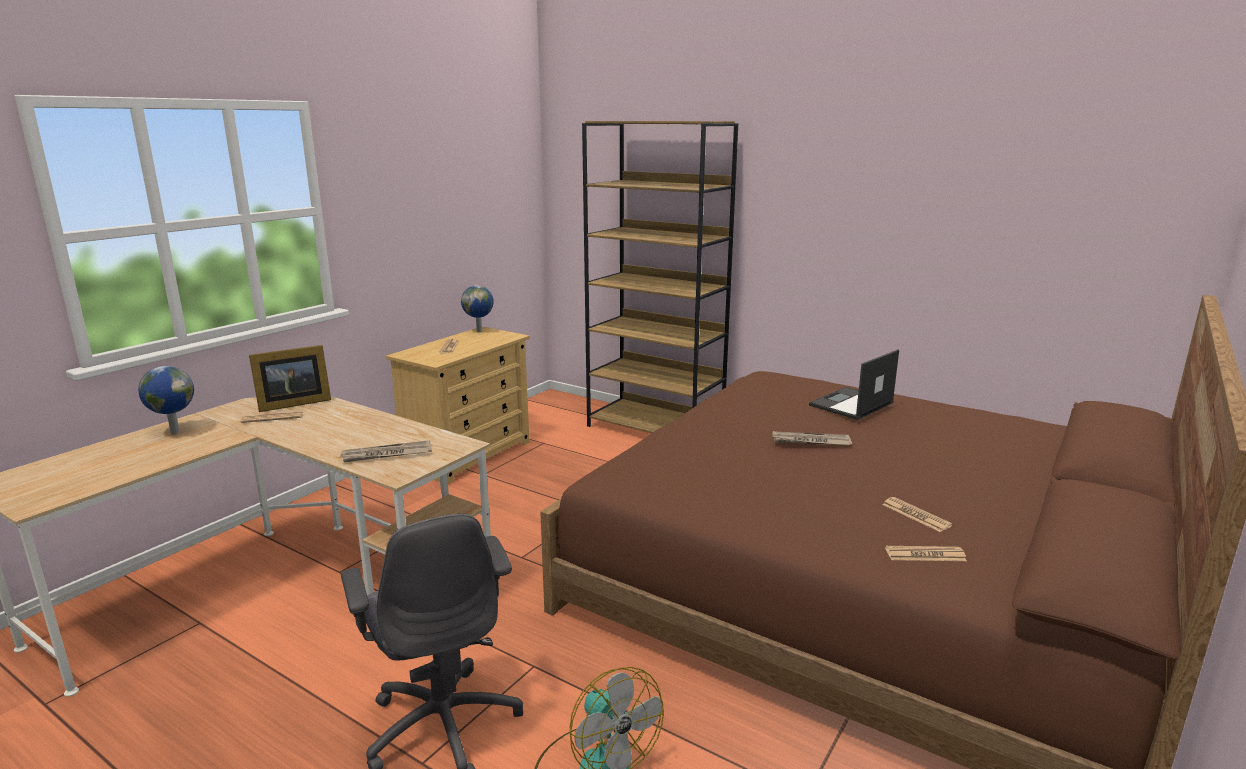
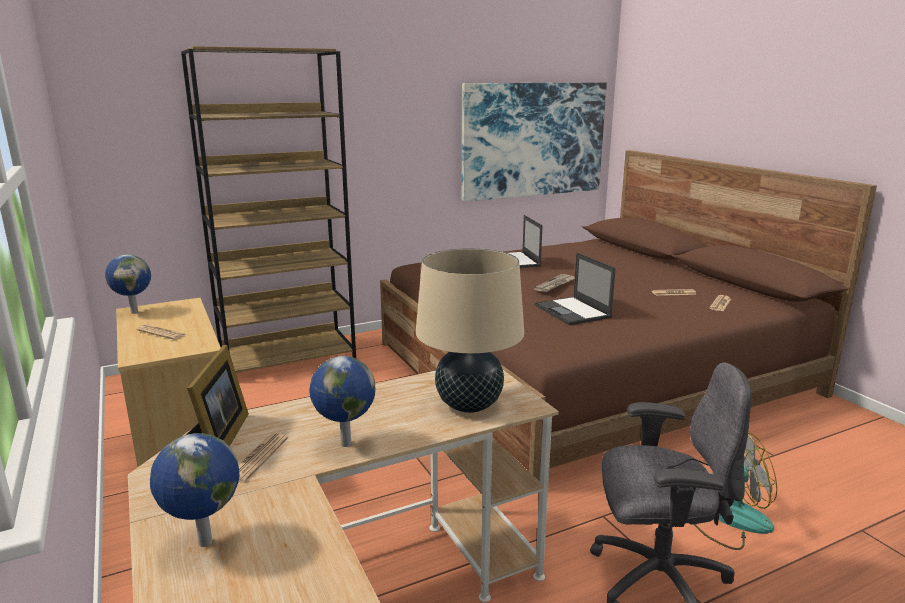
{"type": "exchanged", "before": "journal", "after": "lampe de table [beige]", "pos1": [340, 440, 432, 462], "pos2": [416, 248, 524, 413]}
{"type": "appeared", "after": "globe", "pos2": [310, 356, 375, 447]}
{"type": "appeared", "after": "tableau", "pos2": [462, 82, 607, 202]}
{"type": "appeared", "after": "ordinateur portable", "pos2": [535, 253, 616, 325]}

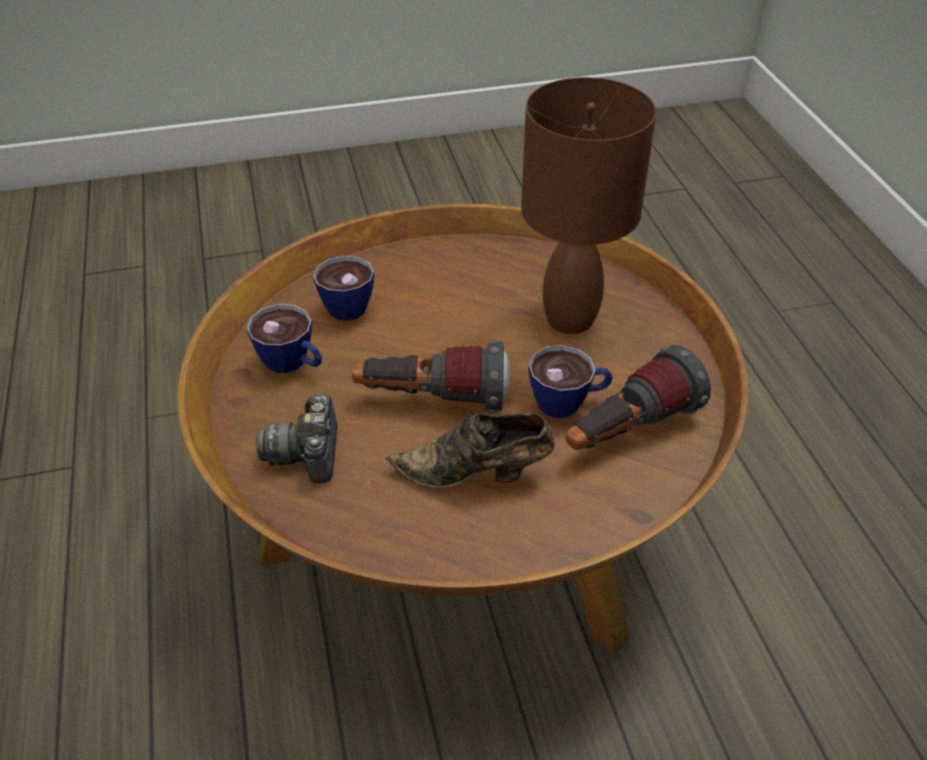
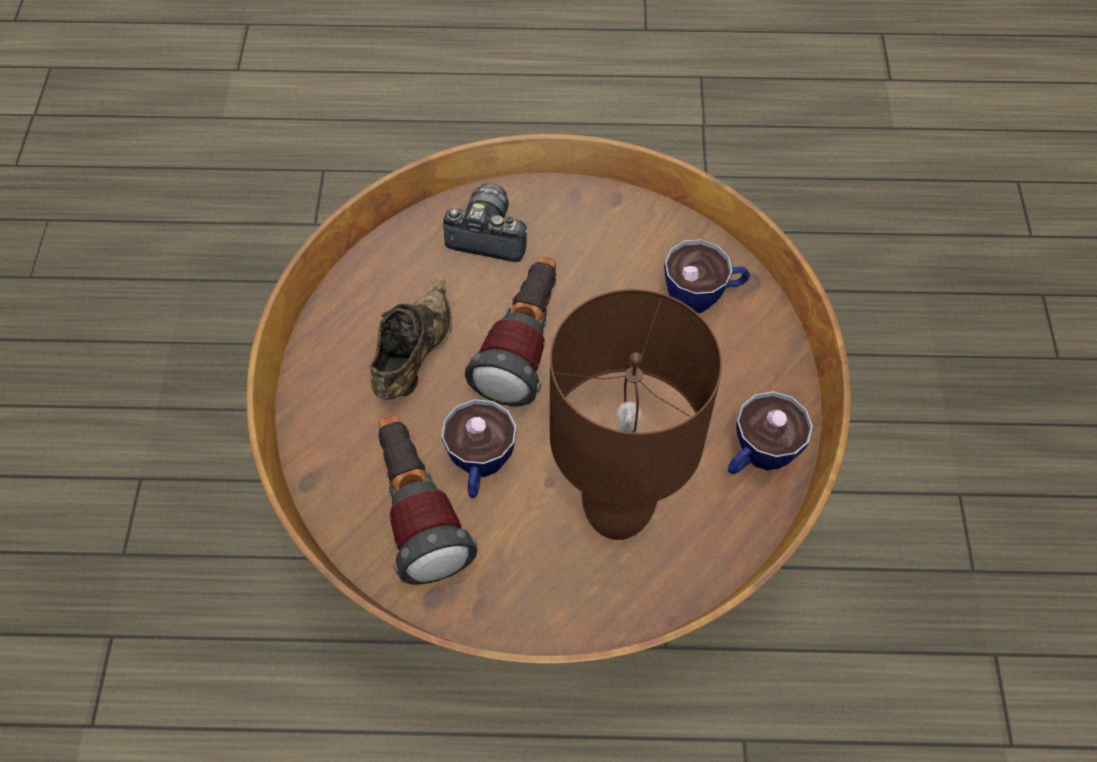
{"type": "relocated", "before": "tasse", "pos1": [247, 304, 322, 373], "pos2": [728, 391, 813, 474]}

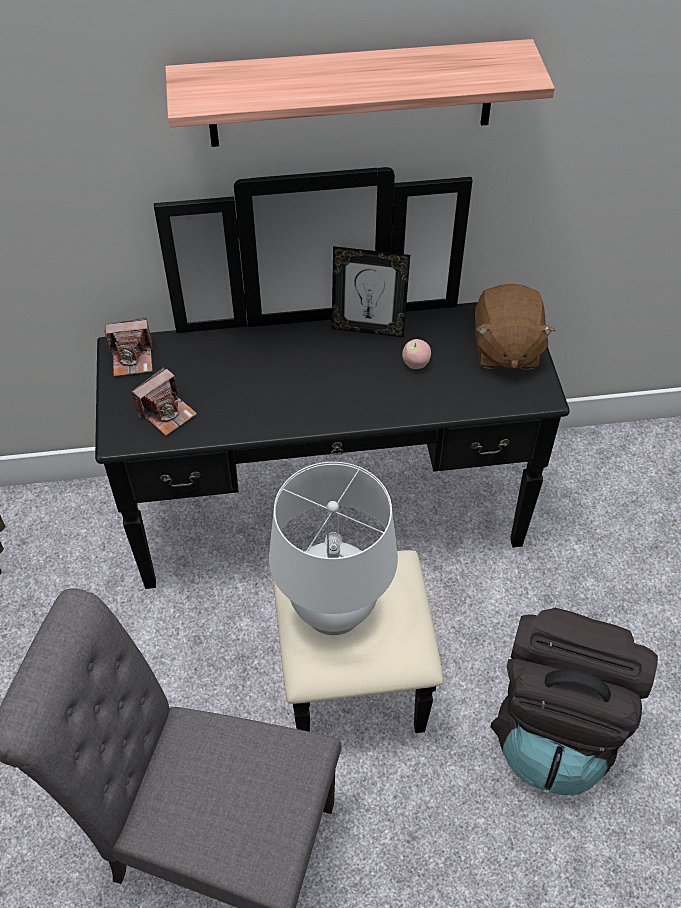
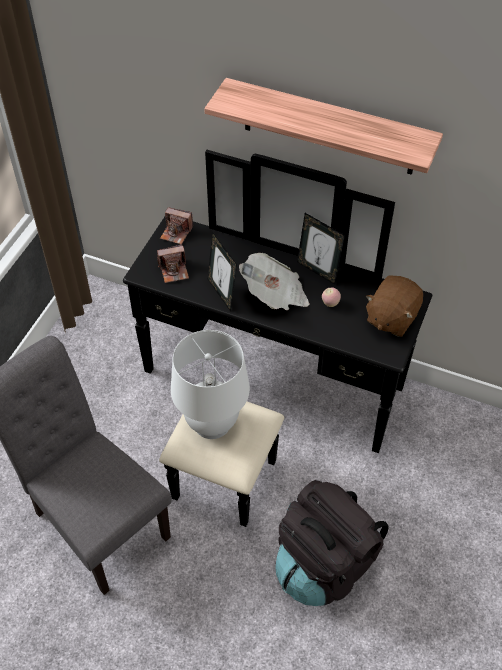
{"type": "appeared", "after": "cadre photo", "pos2": [208, 231, 237, 312]}
{"type": "appeared", "after": "journal", "pos2": [239, 253, 310, 310]}

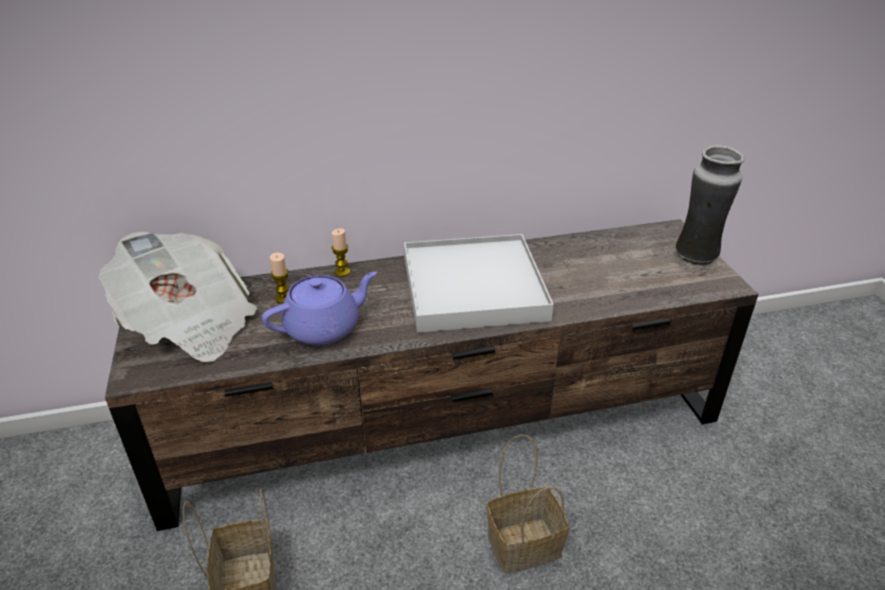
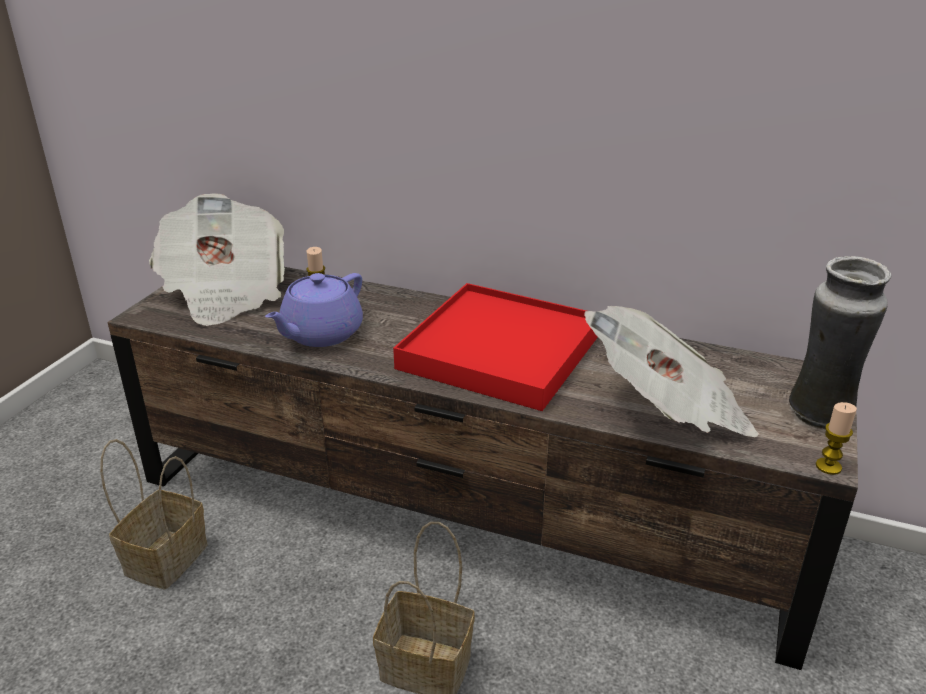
{"type": "spun", "before": "théière [violet]", "pos1": [262, 271, 377, 345], "pos2": [265, 273, 363, 347], "turn": 120}
{"type": "relocated", "before": "bougie", "pos1": [332, 228, 350, 277], "pos2": [816, 402, 857, 475]}
{"type": "colour", "before": "plateau [blanc]", "after": "plateau [rouge]", "pos1": [404, 234, 554, 333], "pos2": [393, 283, 598, 411]}
{"type": "appeared", "after": "journal", "pos2": [584, 306, 759, 437]}

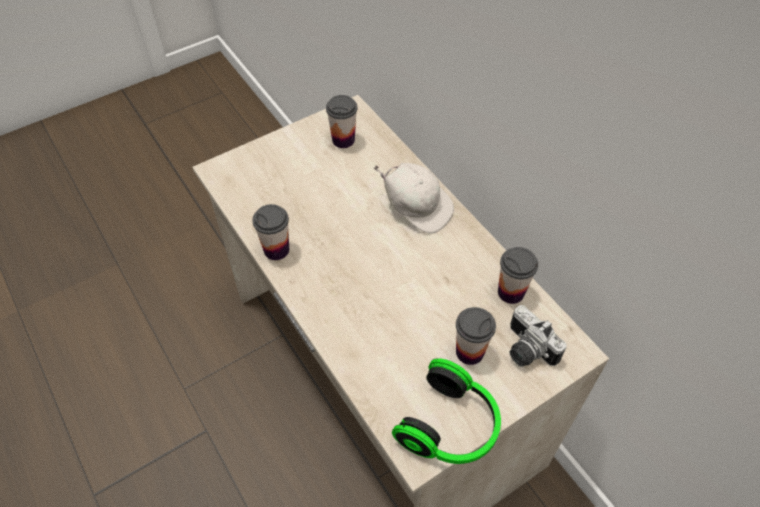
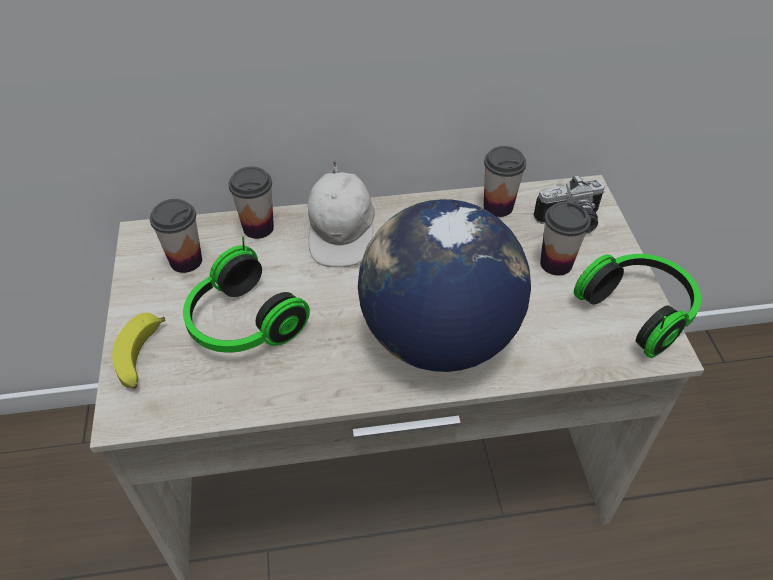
{"type": "relocated", "before": "tasse", "pos1": [252, 204, 289, 260], "pos2": [229, 167, 274, 239]}
{"type": "spun", "before": "casquette [blanc]", "pos1": [373, 163, 454, 233], "pos2": [308, 159, 375, 268], "turn": 120}
{"type": "appeared", "after": "banane", "pos2": [112, 313, 165, 389]}
{"type": "appeared", "after": "casque audio", "pos2": [183, 236, 310, 353]}
{"type": "appeared", "after": "globe", "pos2": [358, 199, 531, 372]}

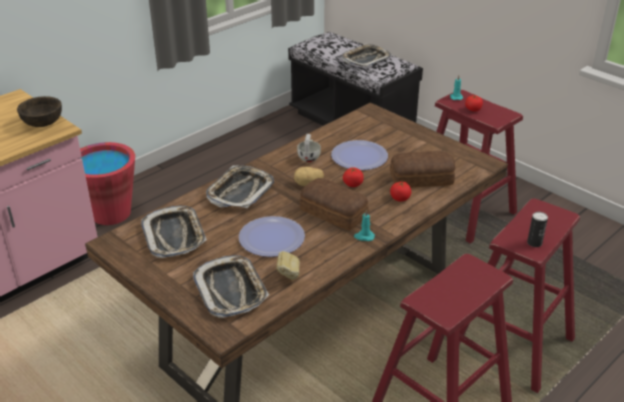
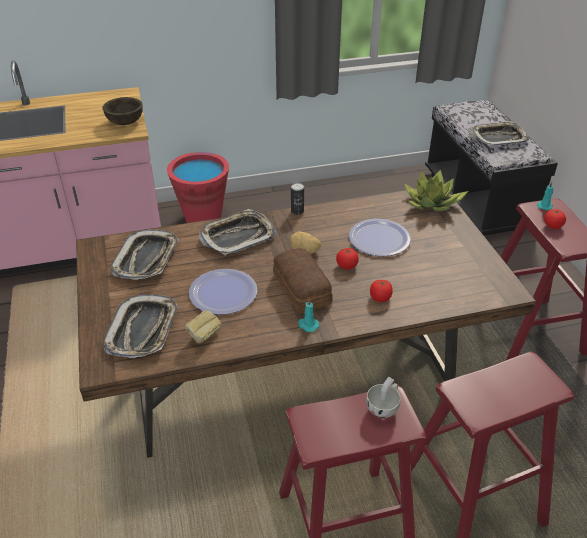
{"type": "relocated", "before": "tasse [blanc]", "pos1": [297, 134, 321, 162], "pos2": [366, 377, 401, 418]}
{"type": "missing", "before": "pain", "pos1": [390, 151, 455, 188]}
{"type": "relocated", "before": "boîte métallique", "pos1": [527, 212, 548, 247], "pos2": [291, 183, 304, 215]}
{"type": "appeared", "after": "plante en pot", "pos2": [404, 169, 468, 211]}

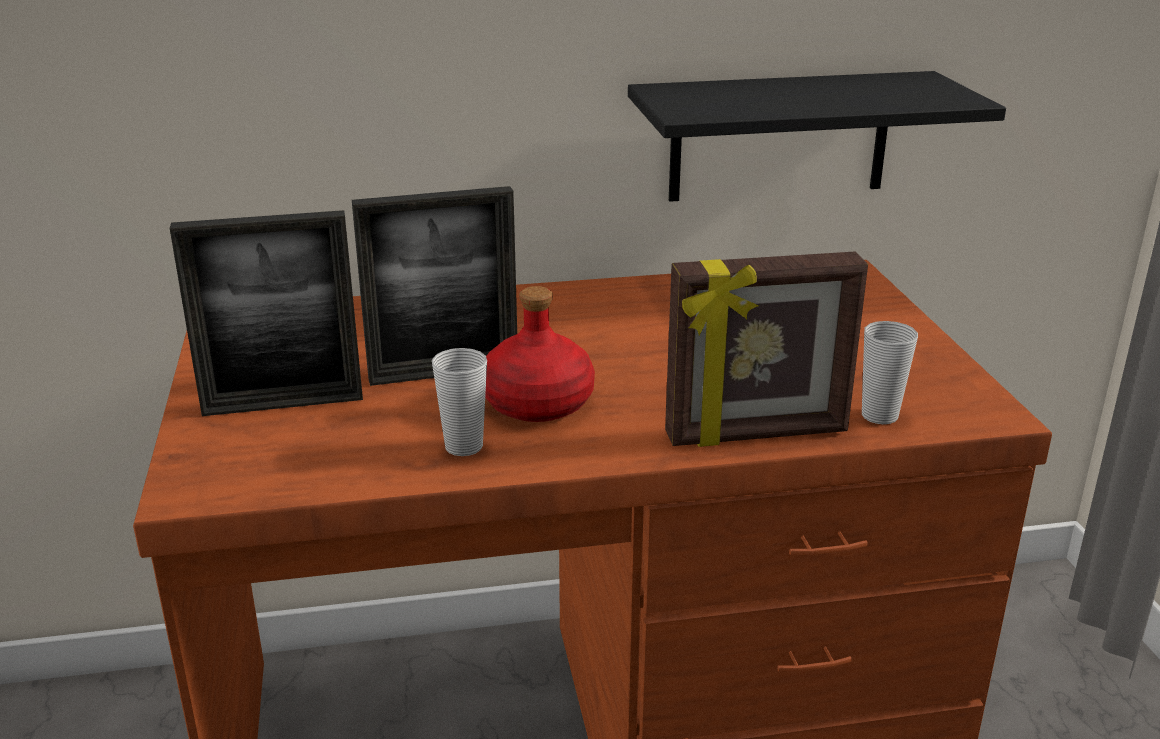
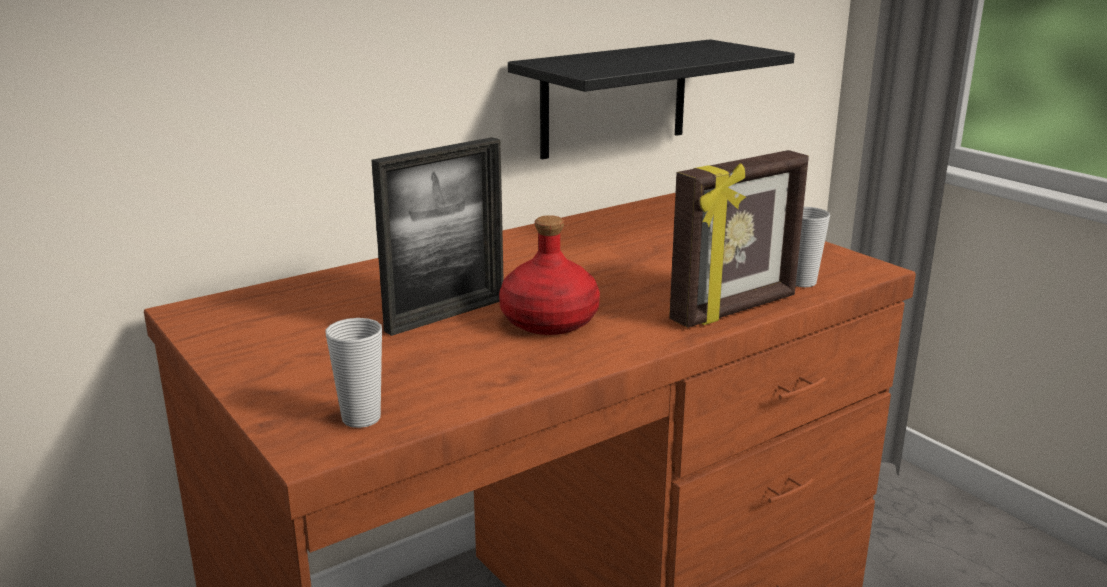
{"type": "missing", "before": "cadre photo", "pos1": [170, 210, 363, 416]}
{"type": "relocated", "before": "tasse", "pos1": [432, 348, 487, 456], "pos2": [326, 318, 382, 428]}

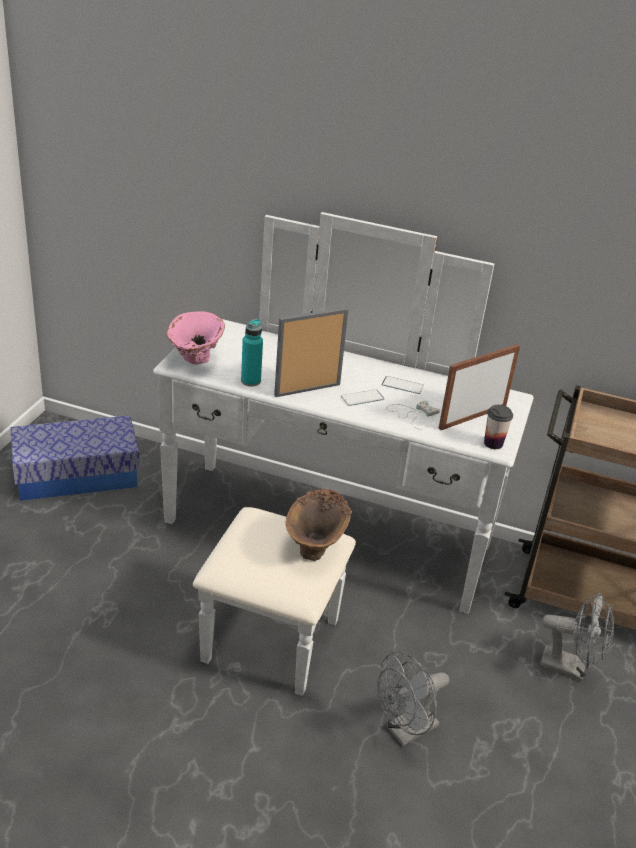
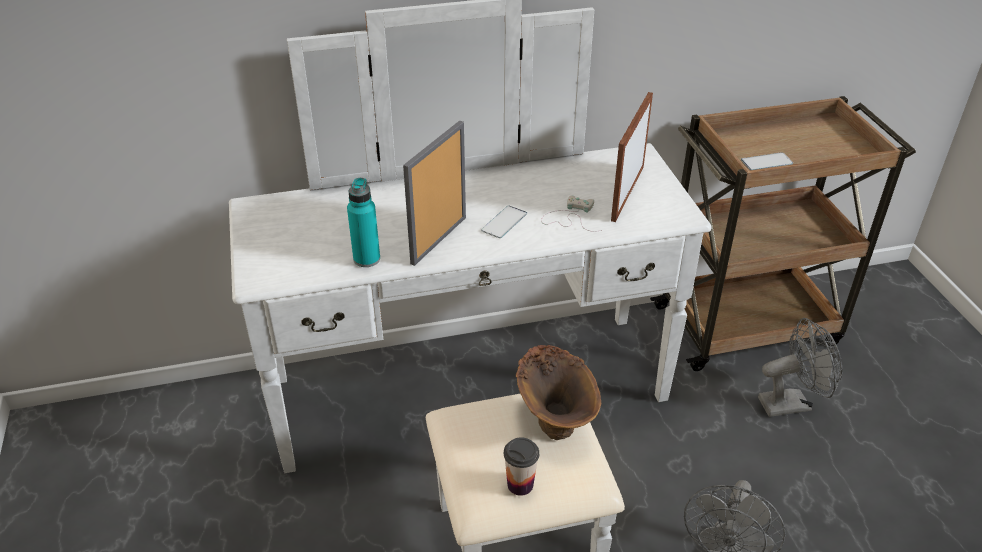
{"type": "missing", "before": "boîte de rangement", "pos1": [10, 415, 140, 501]}
{"type": "missing", "before": "vase [rose]", "pos1": [166, 311, 225, 365]}
{"type": "relocated", "before": "téléphone", "pos1": [382, 376, 424, 394], "pos2": [741, 152, 793, 170]}
{"type": "relocated", "before": "tasse", "pos1": [484, 405, 513, 449], "pos2": [504, 437, 539, 496]}

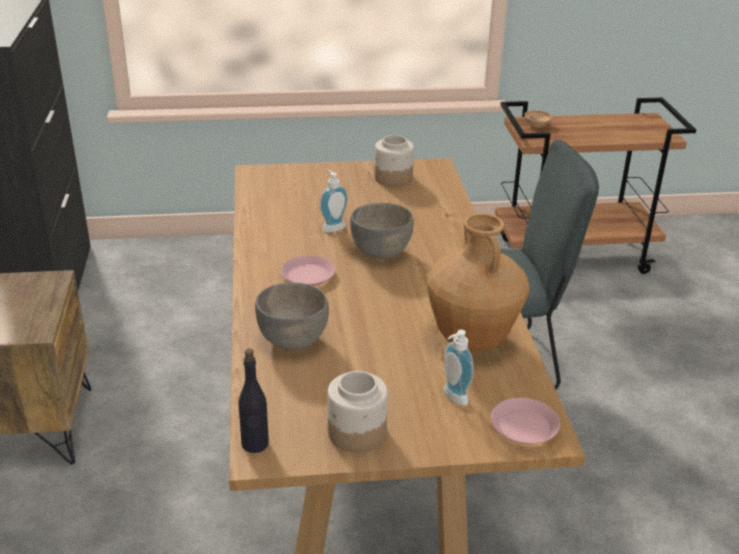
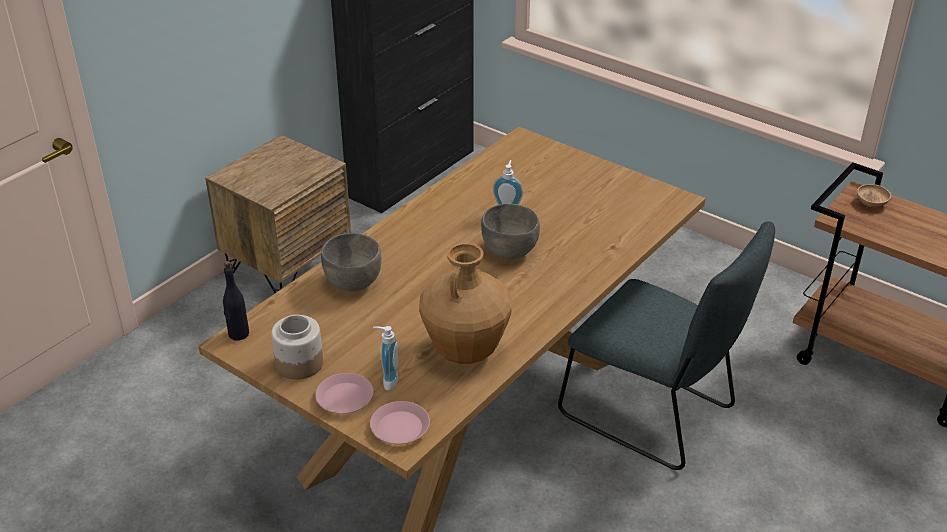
{"type": "relocated", "before": "assiette [rose]", "pos1": [281, 255, 335, 286], "pos2": [315, 373, 374, 414]}
{"type": "missing", "before": "bocal", "pos1": [374, 135, 414, 187]}

